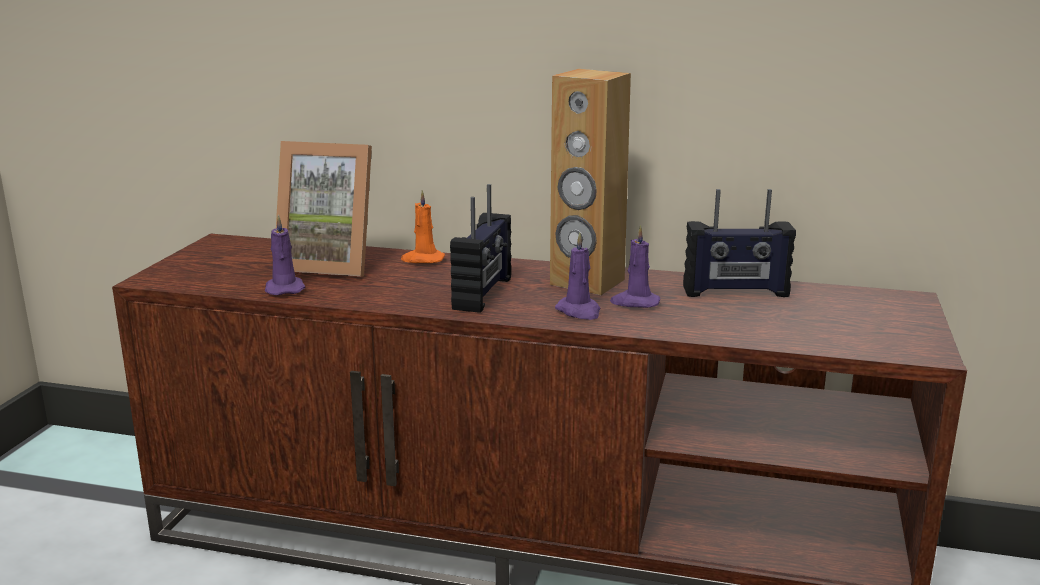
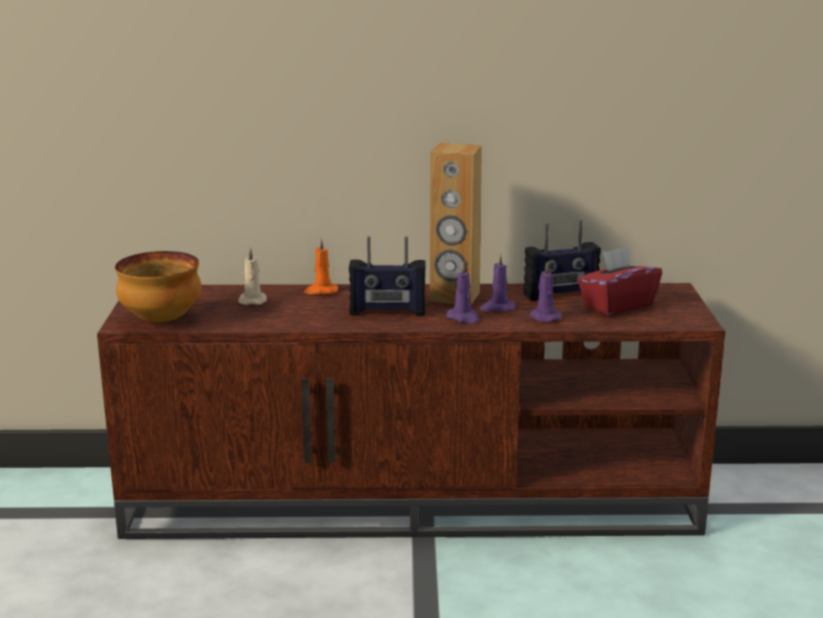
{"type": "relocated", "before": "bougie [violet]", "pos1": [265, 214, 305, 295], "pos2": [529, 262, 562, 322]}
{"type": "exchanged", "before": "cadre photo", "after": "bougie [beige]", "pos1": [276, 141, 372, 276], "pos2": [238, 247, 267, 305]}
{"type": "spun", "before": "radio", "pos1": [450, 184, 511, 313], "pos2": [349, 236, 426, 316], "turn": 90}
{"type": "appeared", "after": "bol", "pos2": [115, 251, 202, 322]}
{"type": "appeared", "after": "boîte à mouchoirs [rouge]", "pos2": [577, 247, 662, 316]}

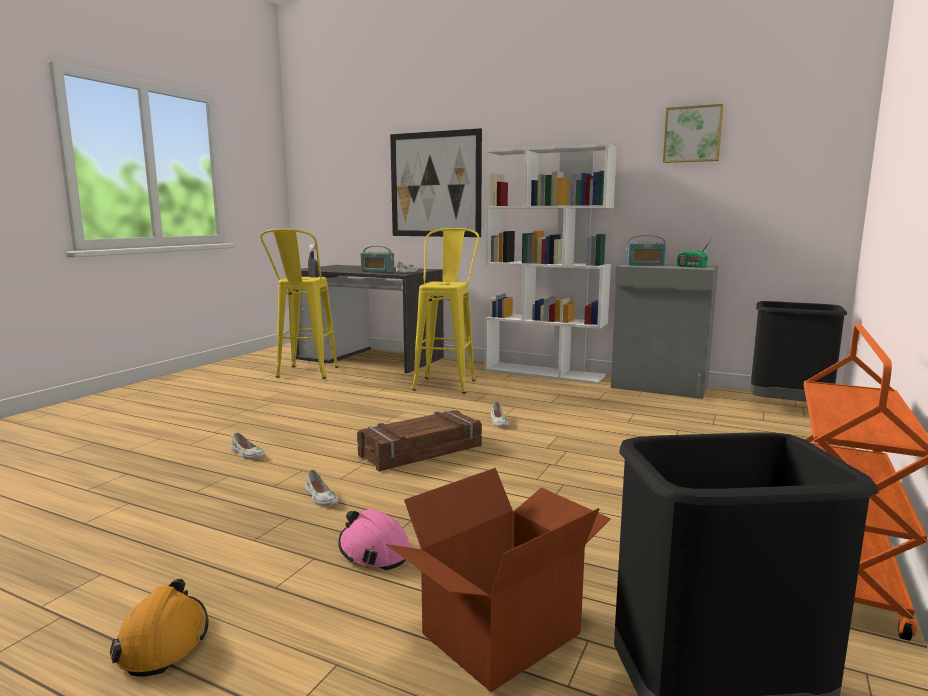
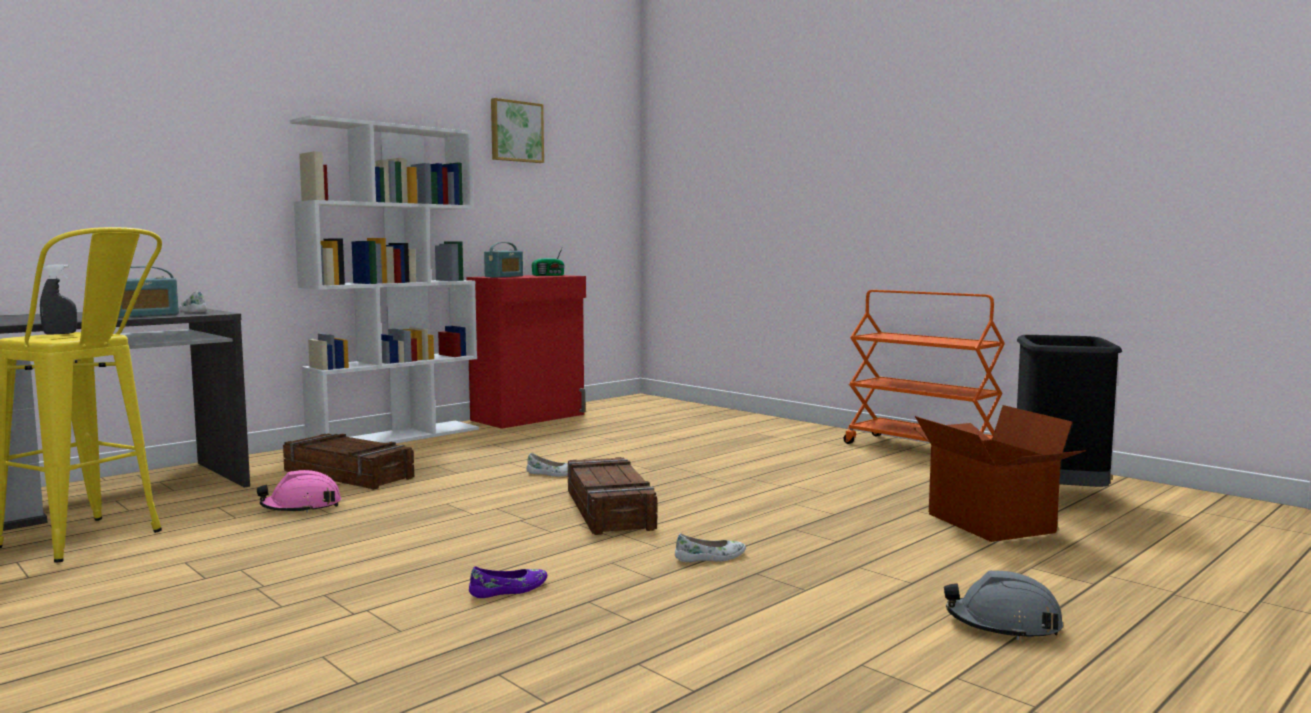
{"type": "colour", "before": "casque de chantier [orange]", "after": "casque de chantier [gris]", "pos1": [110, 579, 209, 676], "pos2": [944, 571, 1063, 640]}
{"type": "colour", "before": "chaussure [blanc]", "after": "chaussure [violet]", "pos1": [231, 432, 265, 459], "pos2": [469, 566, 547, 598]}
{"type": "relocated", "before": "casque de chantier [rose]", "pos1": [338, 509, 411, 570], "pos2": [256, 470, 341, 513]}
{"type": "missing", "before": "tableau", "pos1": [390, 128, 482, 237]}
{"type": "exchanged", "before": "tabouret [jaune]", "after": "caisse", "pos1": [412, 228, 480, 394], "pos2": [283, 434, 414, 490]}
{"type": "colour", "before": "meuble de rangement [gris]", "after": "meuble de rangement [rouge]", "pos1": [611, 263, 718, 399], "pos2": [466, 275, 586, 429]}
{"type": "missing", "before": "poubelle [noir]", "pos1": [750, 301, 847, 402]}

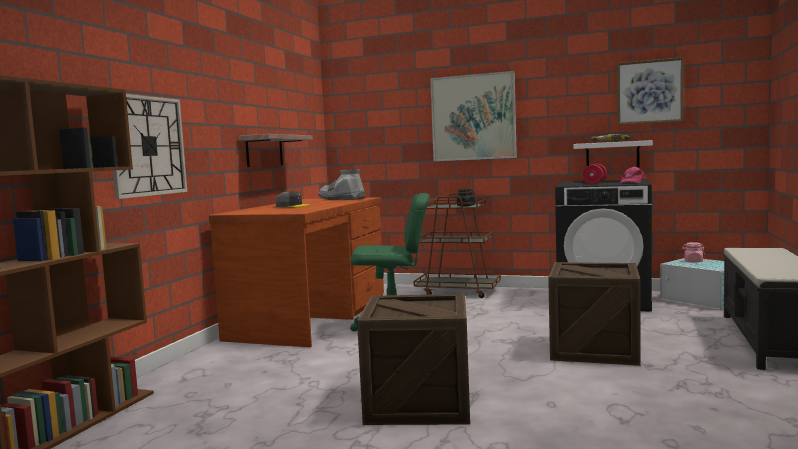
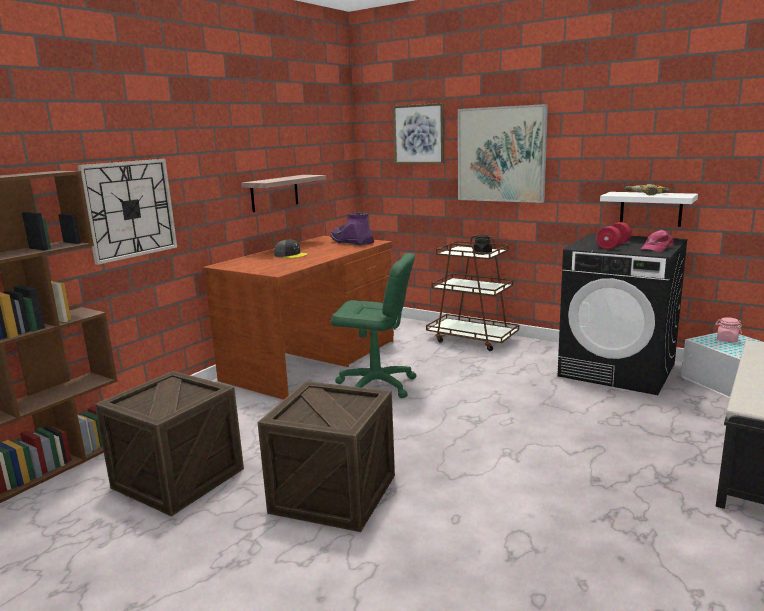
{"type": "colour", "before": "botte [gris]", "after": "botte [violet]", "pos1": [318, 169, 365, 200], "pos2": [330, 213, 374, 246]}
{"type": "relocated", "before": "caisse", "pos1": [548, 262, 641, 366], "pos2": [95, 371, 244, 516]}
{"type": "relocated", "before": "tableau", "pos1": [617, 57, 684, 125], "pos2": [393, 103, 444, 164]}

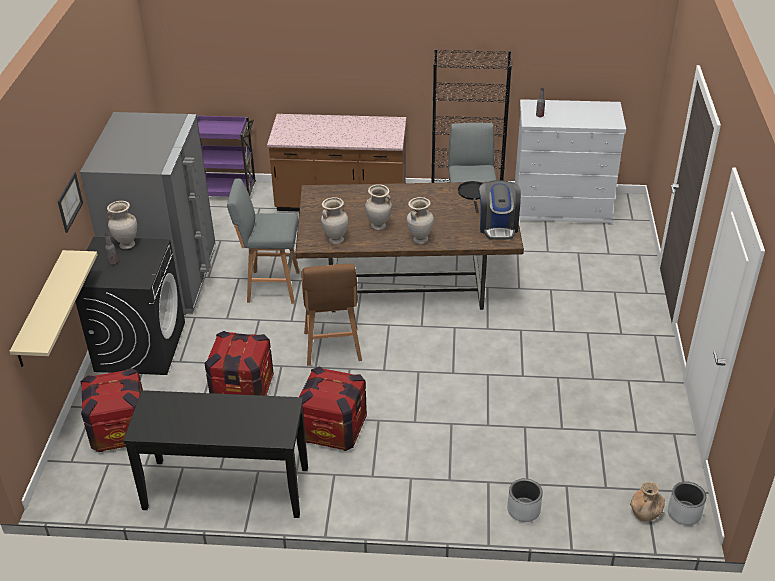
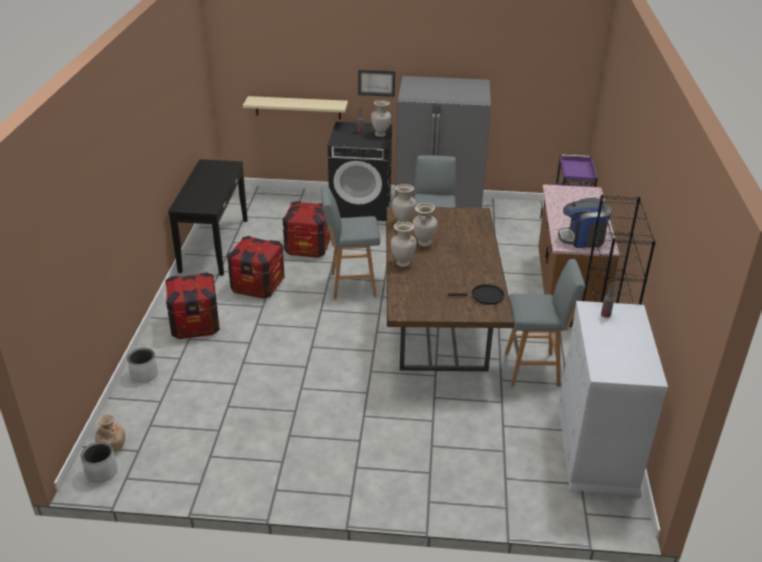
{"type": "relocated", "before": "caisse", "pos1": [81, 368, 143, 452], "pos2": [166, 272, 220, 339]}
{"type": "colour", "before": "tabouret [marron]", "after": "tabouret [gris]", "pos1": [301, 264, 362, 366], "pos2": [321, 185, 380, 299]}
{"type": "relocated", "before": "machine à café", "pos1": [479, 180, 521, 240], "pos2": [558, 198, 612, 248]}

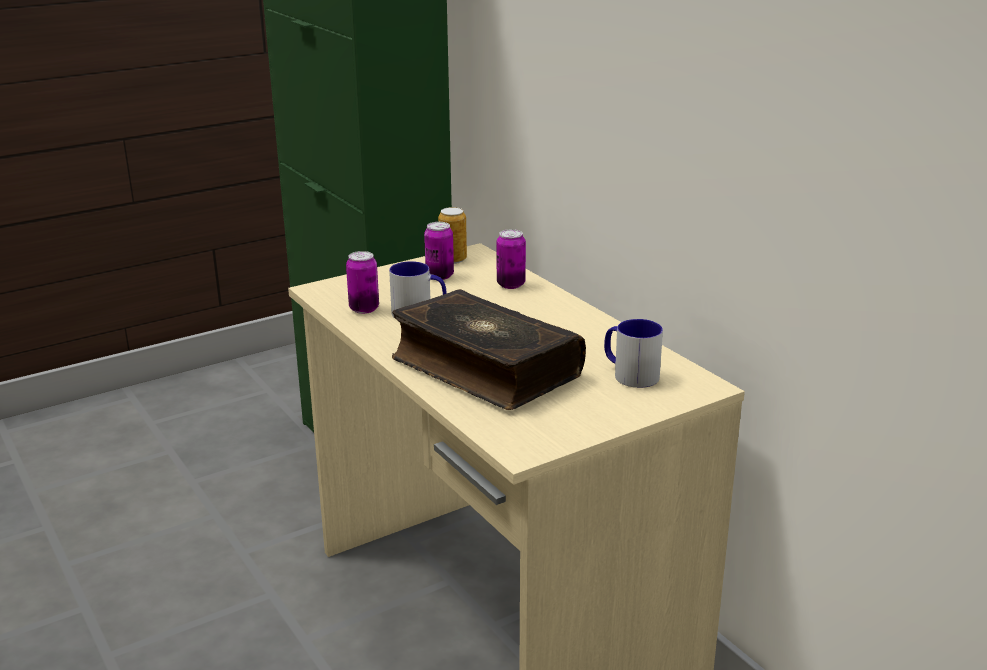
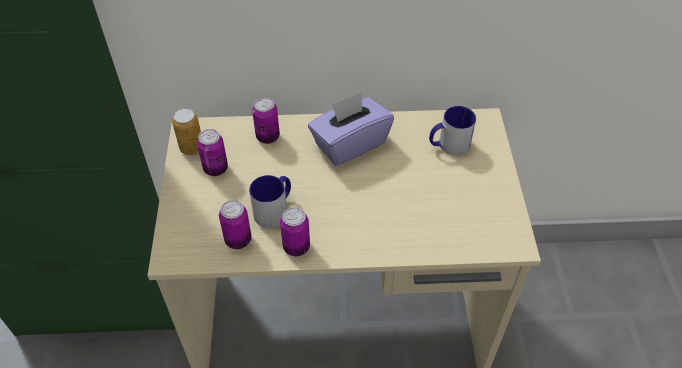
{"type": "missing", "before": "livre", "pos1": [392, 289, 586, 410]}
{"type": "appeared", "after": "boîte métallique", "pos2": [280, 207, 310, 256]}
{"type": "appeared", "after": "boîte à mouchoirs [violet]", "pos2": [308, 92, 394, 166]}

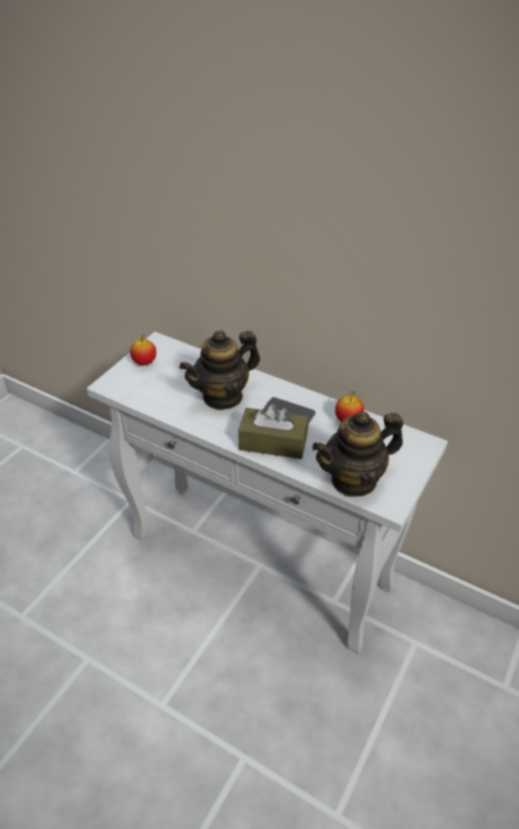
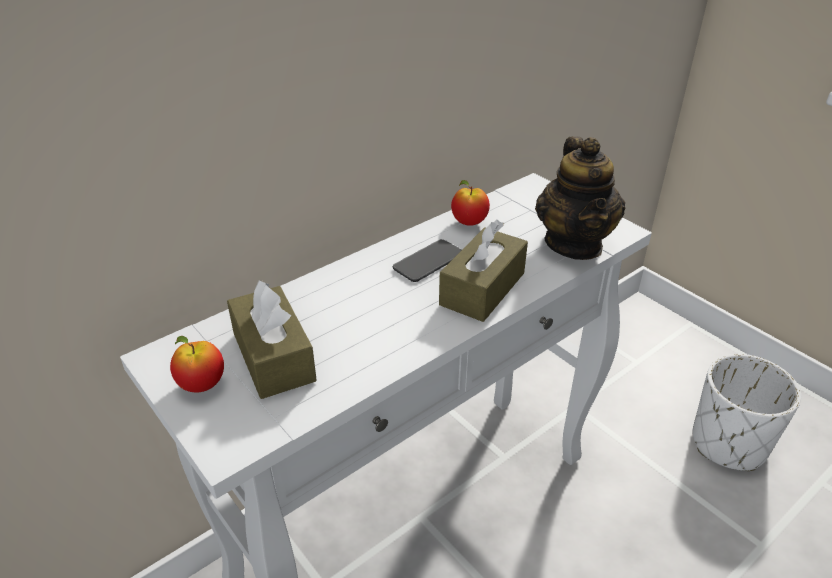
{"type": "missing", "before": "théière", "pos1": [179, 330, 260, 410]}
{"type": "appeared", "after": "boîte à mouchoirs [marron]", "pos2": [227, 280, 317, 399]}
{"type": "appeared", "after": "cache-pot [blanc]", "pos2": [692, 354, 801, 471]}

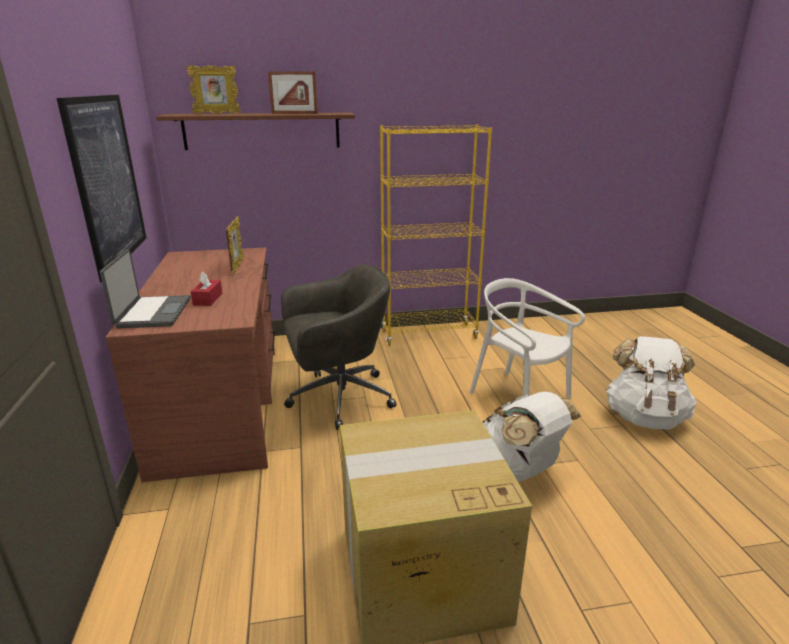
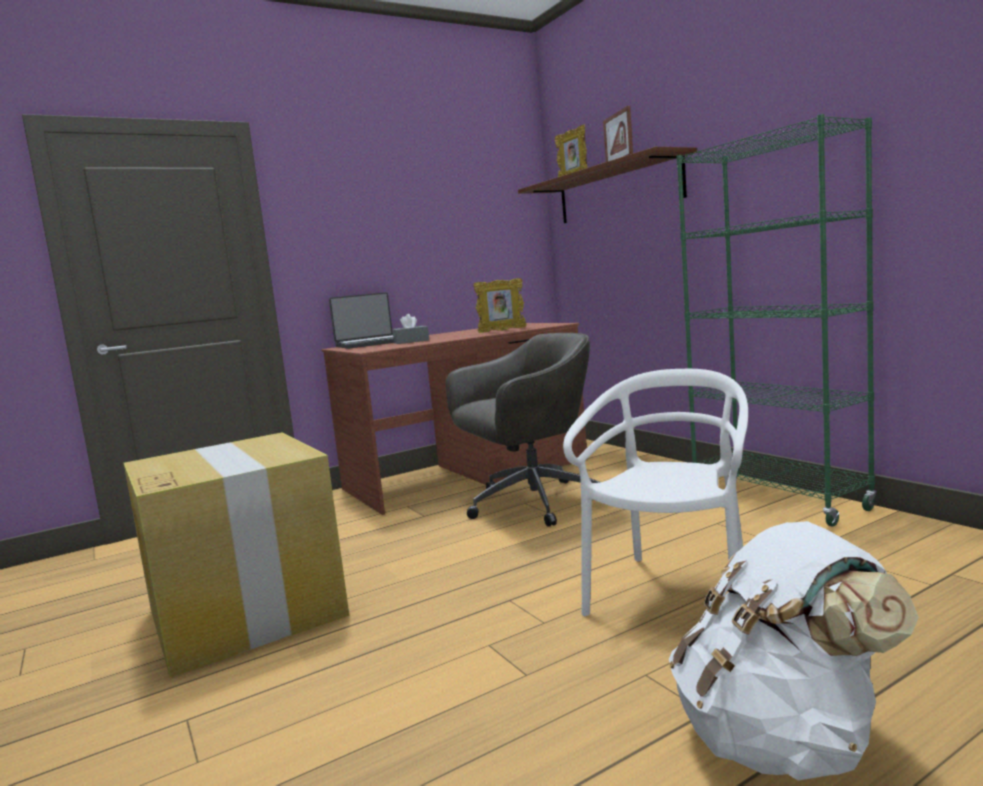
{"type": "missing", "before": "tableau", "pos1": [57, 95, 146, 282]}
{"type": "colour", "before": "boîte à mouchoirs [rouge]", "after": "boîte à mouchoirs [gris]", "pos1": [191, 272, 222, 306], "pos2": [392, 314, 429, 344]}
{"type": "spun", "before": "chaise de bureau [gris]", "pos1": [281, 264, 396, 430], "pos2": [445, 333, 600, 527], "turn": -75}
{"type": "colour", "before": "bibliothèque [jaune]", "after": "bibliothèque [vert]", "pos1": [380, 124, 492, 346], "pos2": [676, 114, 877, 526]}
{"type": "missing", "before": "sac à dos [blanc]", "pos1": [483, 392, 581, 482]}

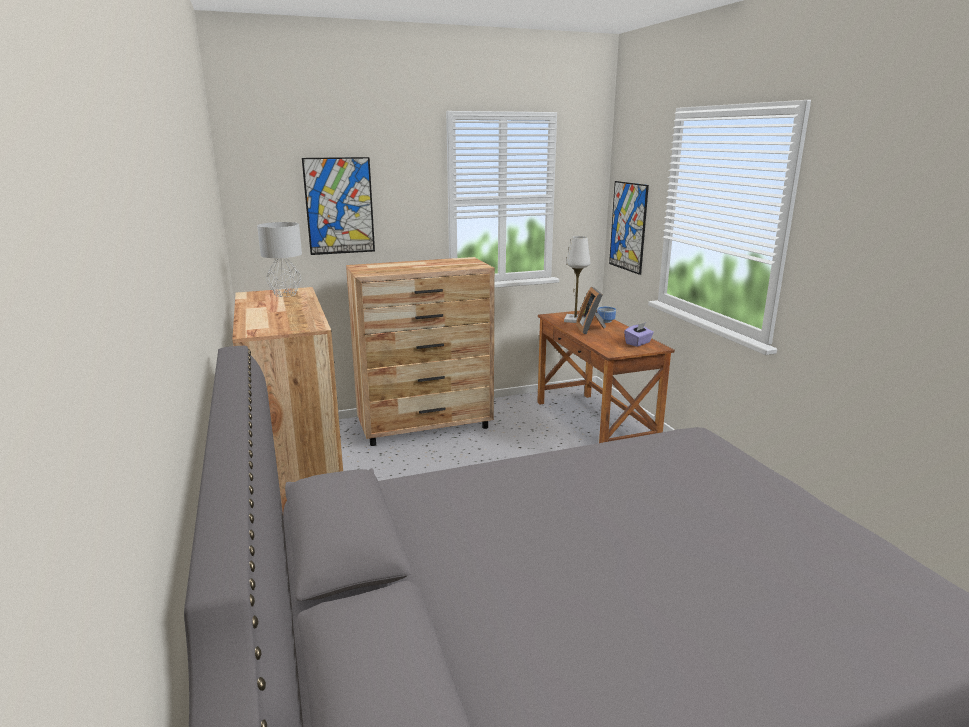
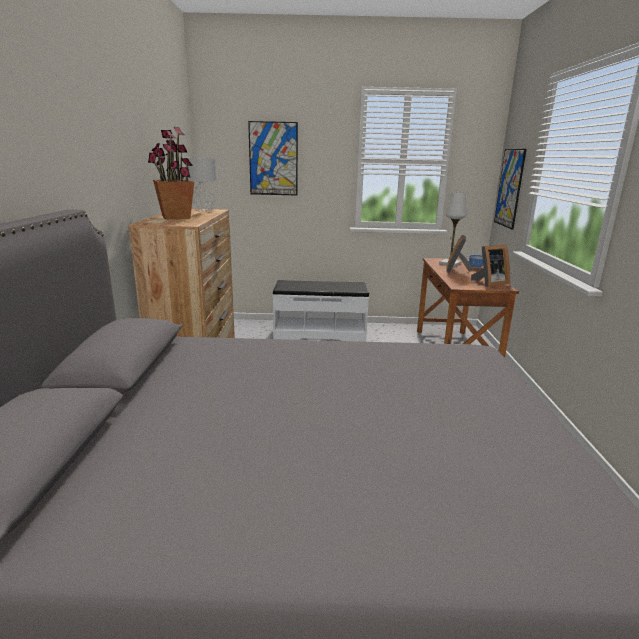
{"type": "exchanged", "before": "commode [marron]", "after": "banc [blanc]", "pos1": [346, 257, 495, 446], "pos2": [272, 280, 369, 342]}
{"type": "exchanged", "before": "boîte à mouchoirs [violet]", "after": "cadre photo", "pos1": [624, 323, 654, 347], "pos2": [471, 245, 510, 287]}
{"type": "appeared", "after": "plante en pot", "pos2": [148, 127, 194, 219]}

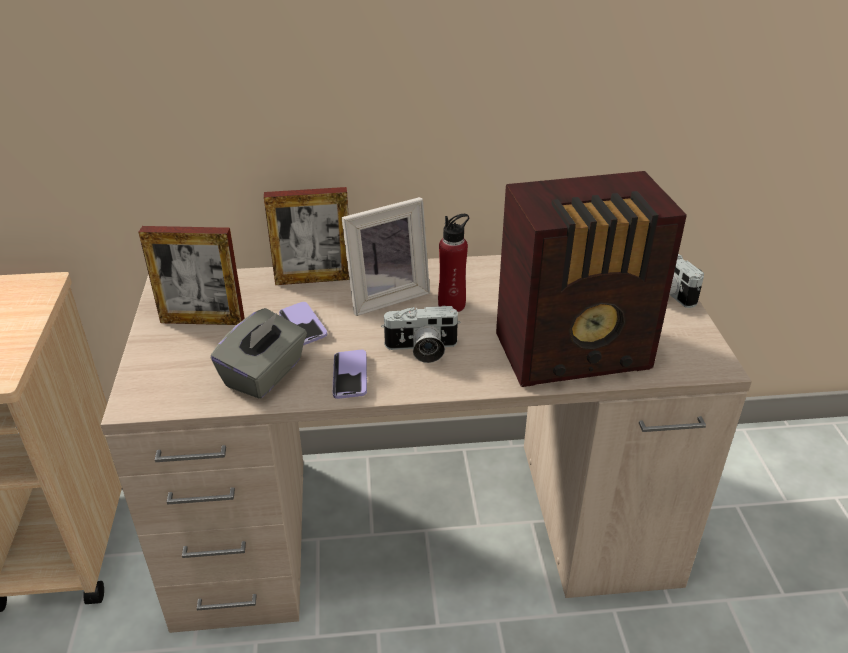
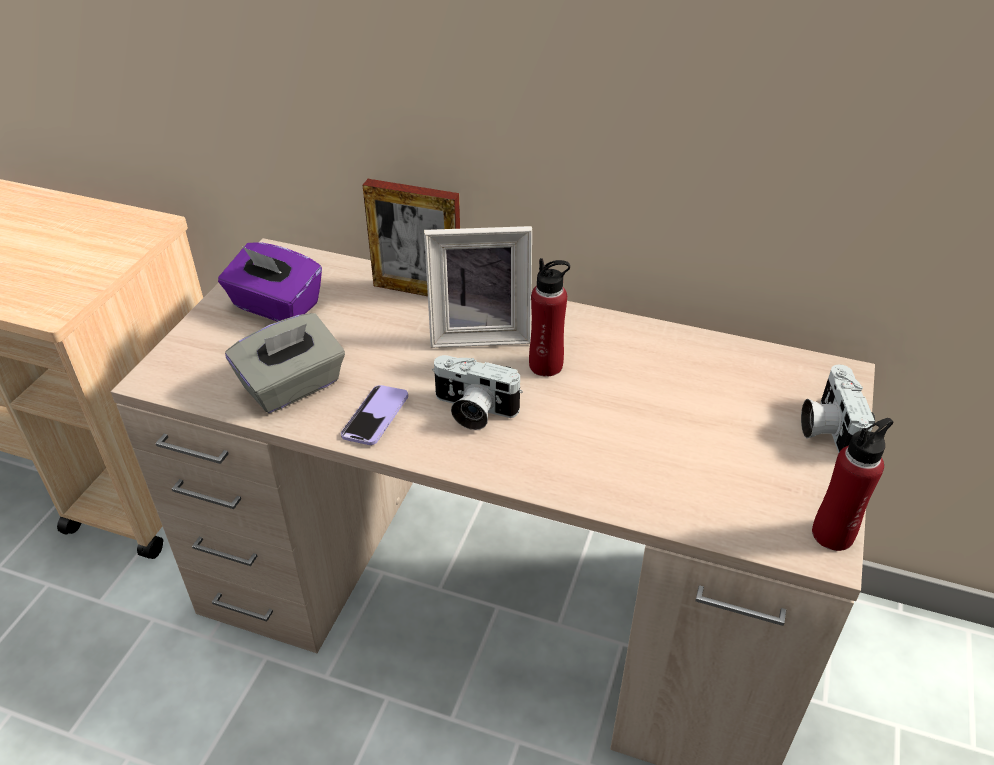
{"type": "exchanged", "before": "cadre photo", "after": "boîte à mouchoirs [violet]", "pos1": [139, 226, 245, 325], "pos2": [218, 242, 322, 322]}
{"type": "missing", "before": "téléphone", "pos1": [279, 302, 328, 345]}
{"type": "missing", "before": "radio", "pos1": [496, 171, 687, 387]}
{"type": "appeared", "after": "bouteille [rouge]", "pos2": [812, 418, 894, 551]}

